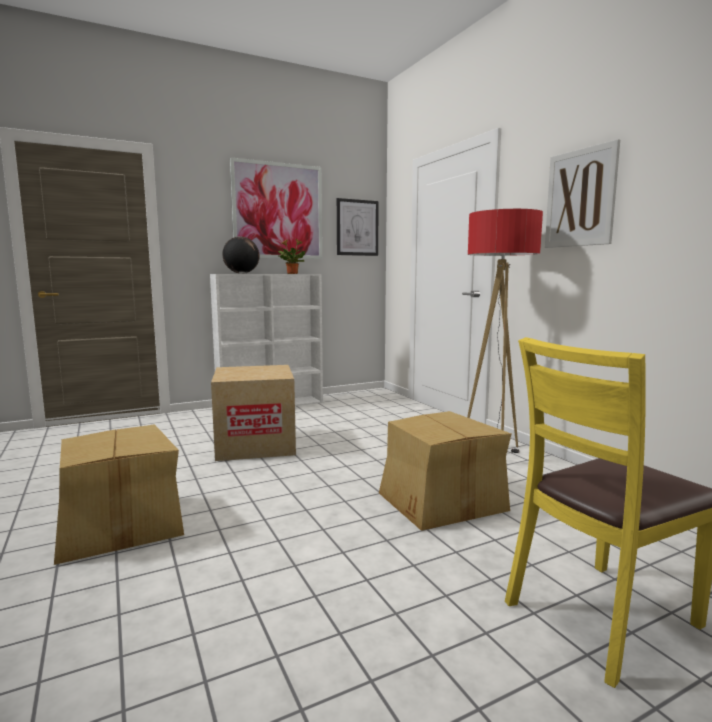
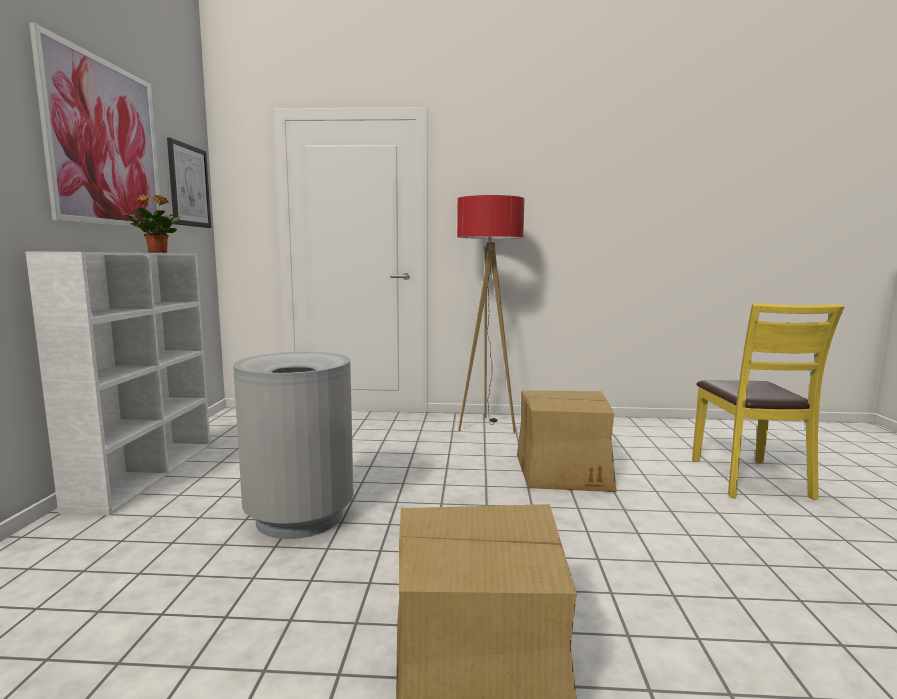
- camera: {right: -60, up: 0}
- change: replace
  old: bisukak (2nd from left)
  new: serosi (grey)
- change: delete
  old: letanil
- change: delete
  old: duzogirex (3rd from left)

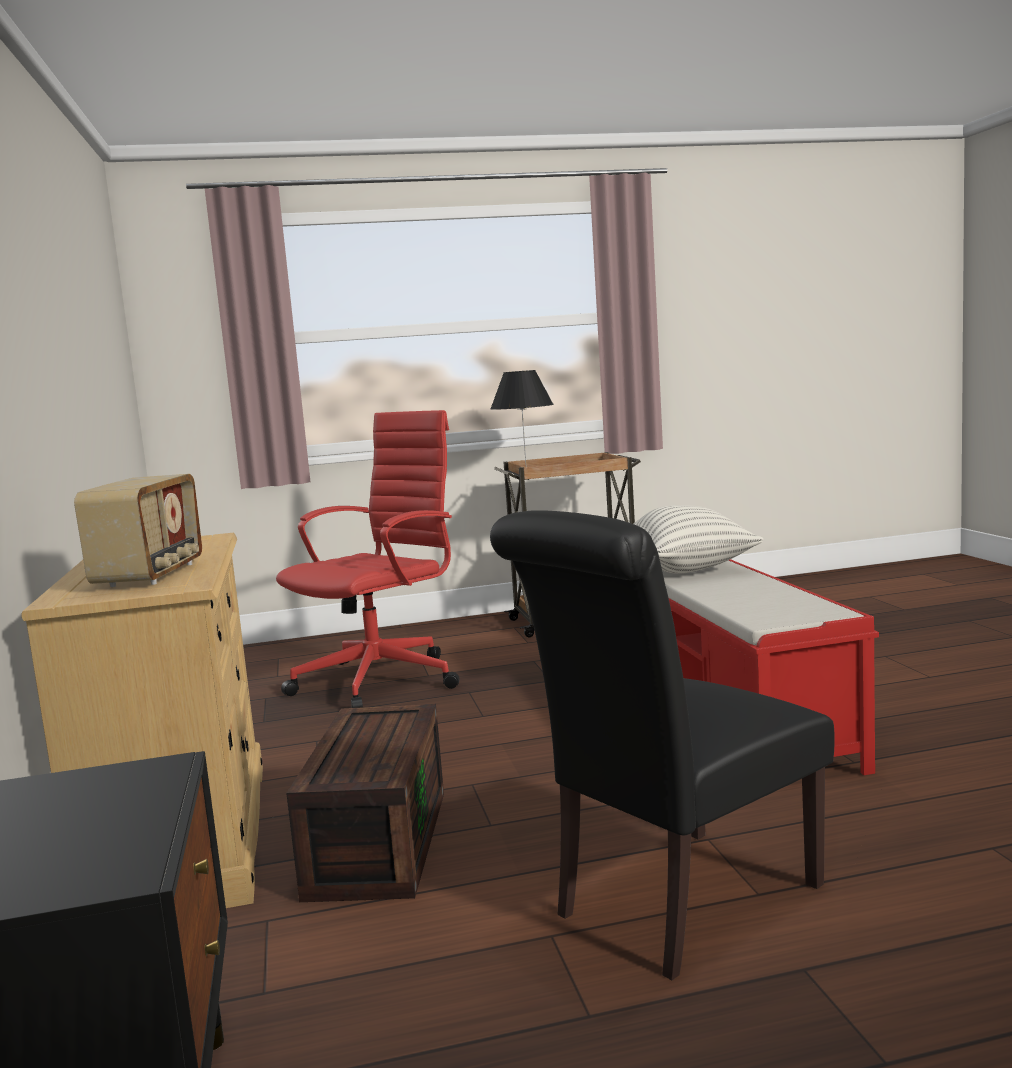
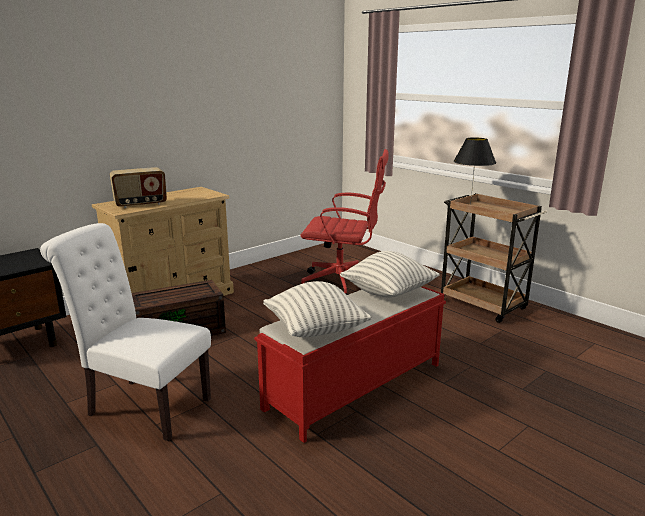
- camera: {right: 60, up: 10}
- change: recolor
  old: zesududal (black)
  new: zesududal (white)
- change: insert
  new: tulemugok (1st from left)

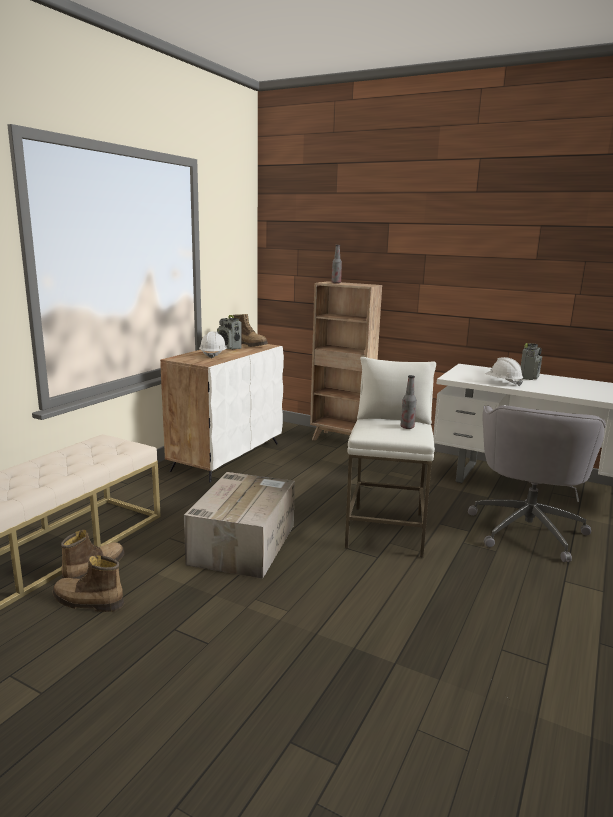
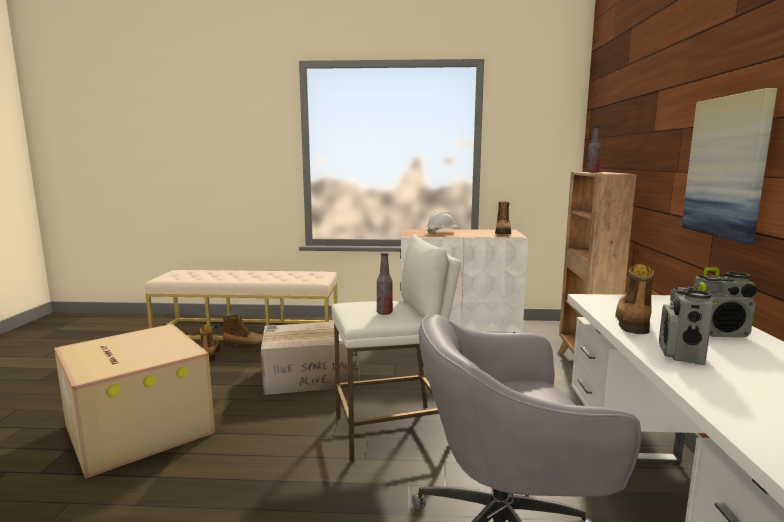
- camera: {right: 65, up: -5}
- change: insert
  new: bisukak (1st from left)
- change: replace
  old: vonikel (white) (2nd from left)
  new: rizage (4th from left)
- change: move
  old: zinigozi (1st from left)
- change: insert
  new: duzogirex

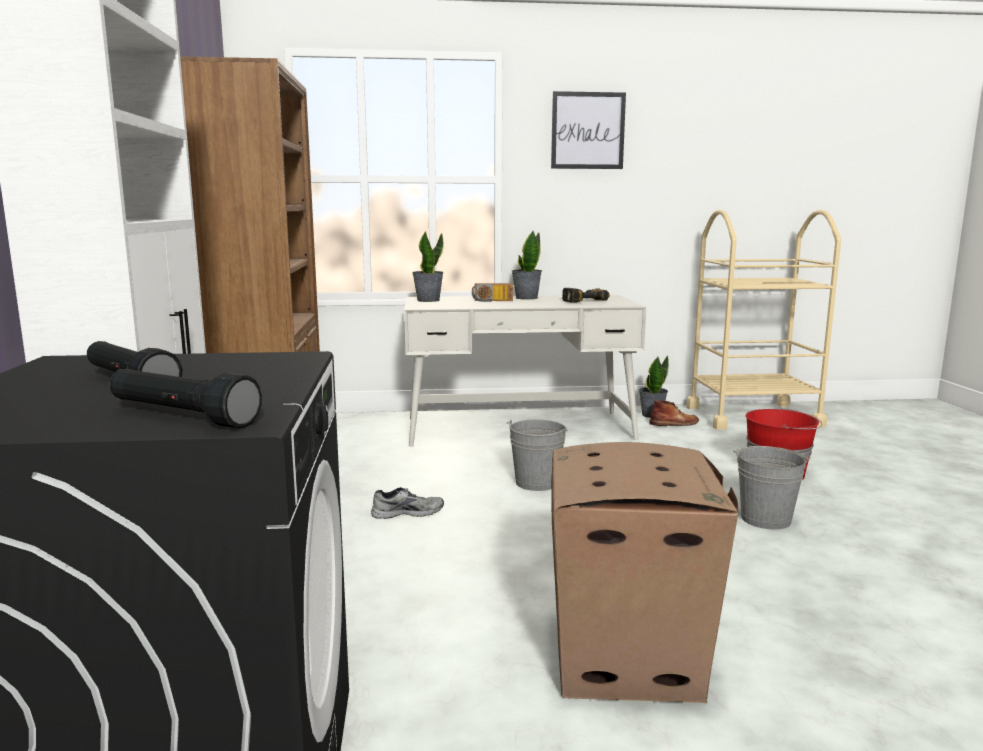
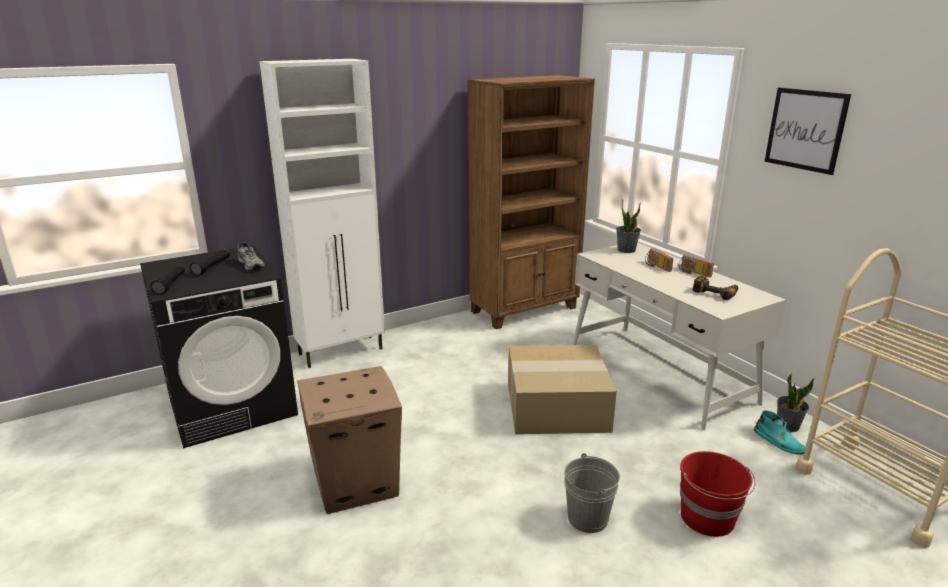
- camera: {right: 65, up: 10}
- change: move
  old: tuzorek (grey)
- change: replace
  old: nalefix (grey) (1st from left)
  new: bisukak (2nd from left)
- change: replace
  old: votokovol (2nd from left)
  new: zinigozi (2nd from left)
- change: recolor
  old: rizage (brown)
  new: rizage (turquoise)

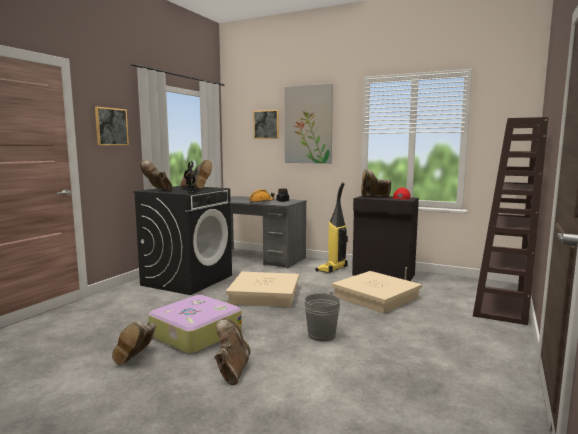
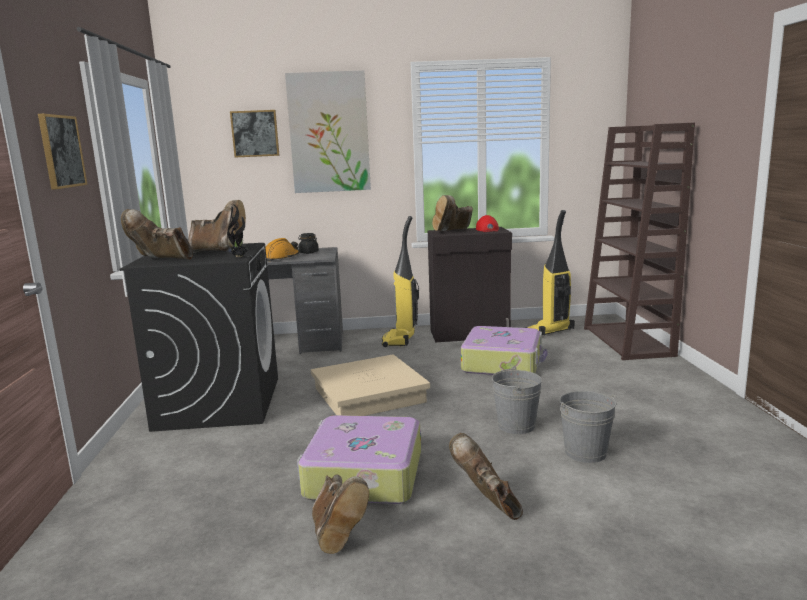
- camera: {right: -30, up: 5}
- change: replace
  old: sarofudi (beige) (2nd from left)
  new: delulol (2nd from left)
- change: insert
  new: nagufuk (2nd from left)
- change: insert
  new: nalefix (grey) (2nd from left)

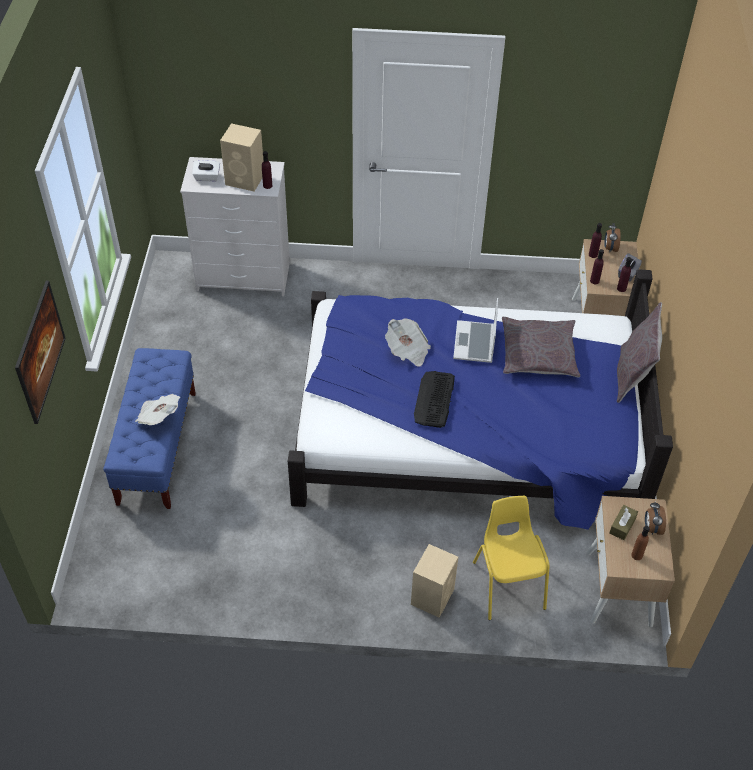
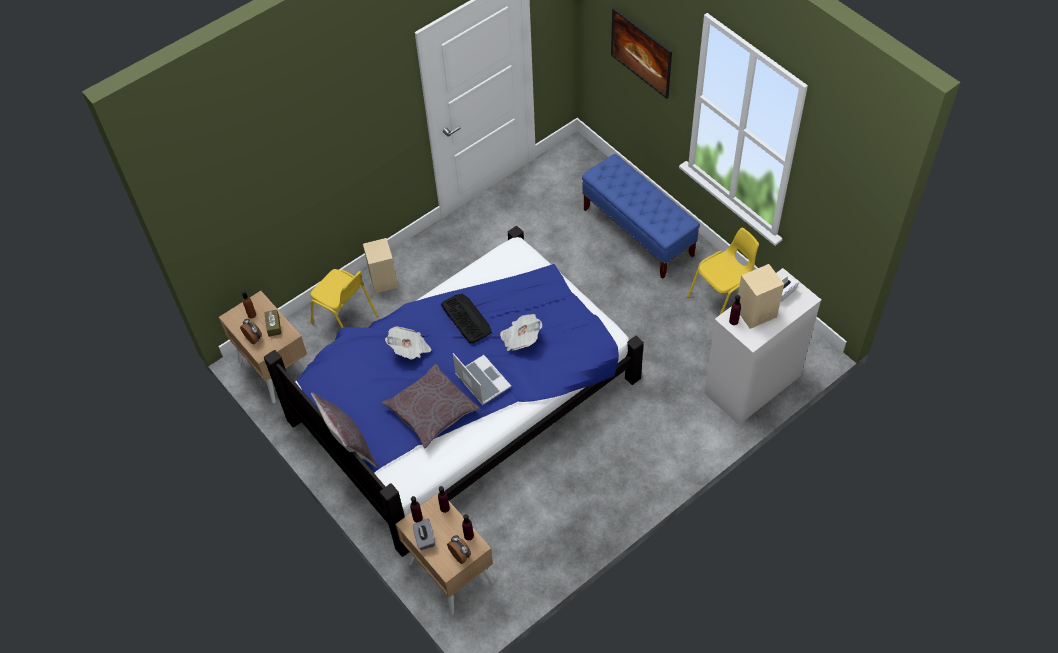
- camera: {right: 140, up: 5}
- change: move
  old: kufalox (1st from left)
- change: insert
  new: zesududal (yellow) (2nd from left)

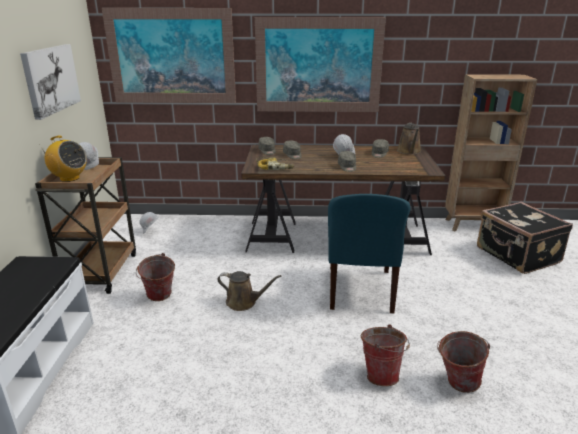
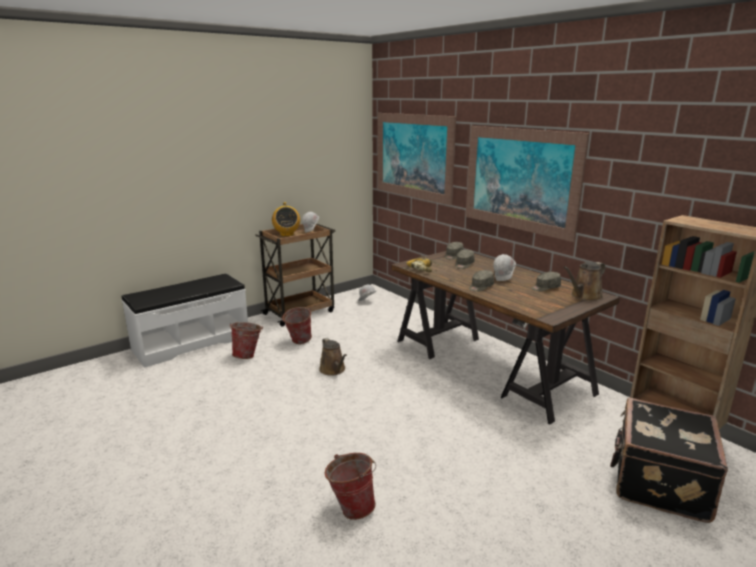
- camera: {right: 50, up: -5}
- change: move
  old: nalefix (2nd from left in the first image)
  new: nalefix (1st from left)
- change: delete
  old: duzogirex (1st from left)
- change: delete
  old: zesududal (blue)

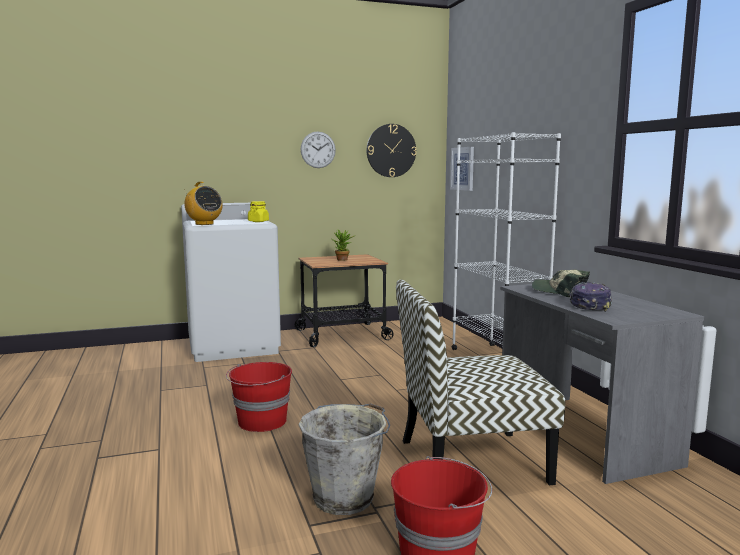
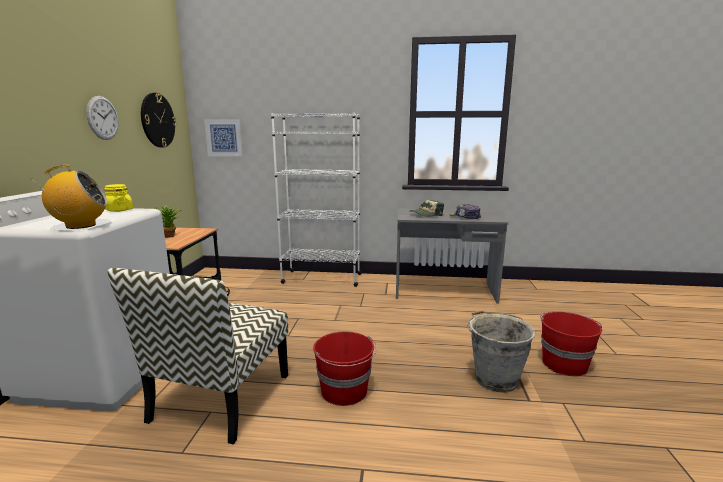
- camera: {right: -65, up: 5}
- change: move
  old: zesududal

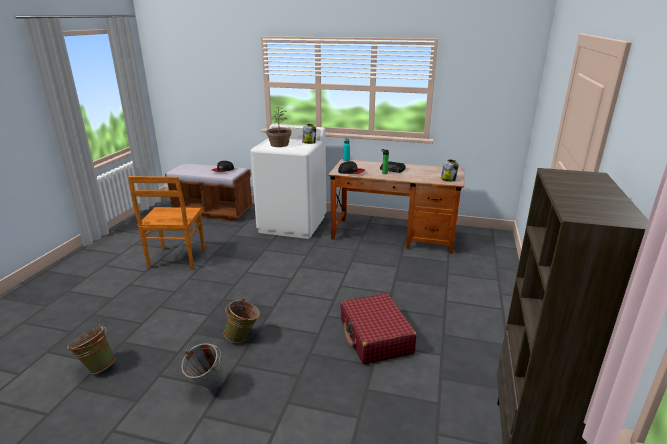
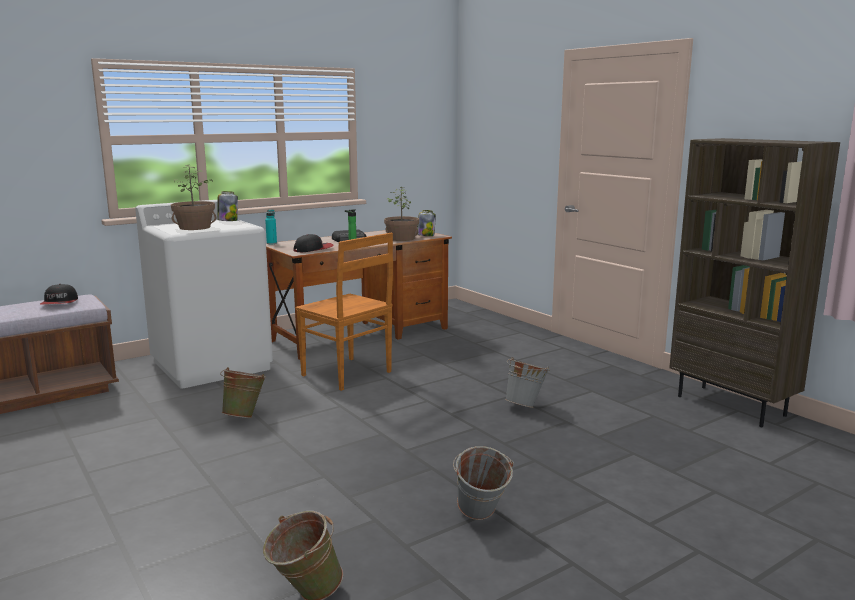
- camera: {right: -50, up: -10}
- change: move
  old: nalefix (green) (2nd from left in the first image)
  new: nalefix (green) (1st from left)
- change: move
  old: zesududal (brown)
- change: insert
  new: votokovol (2nd from left)
- change: replace
  old: delulol (red)
  new: nalefix (grey) (2nd from left)

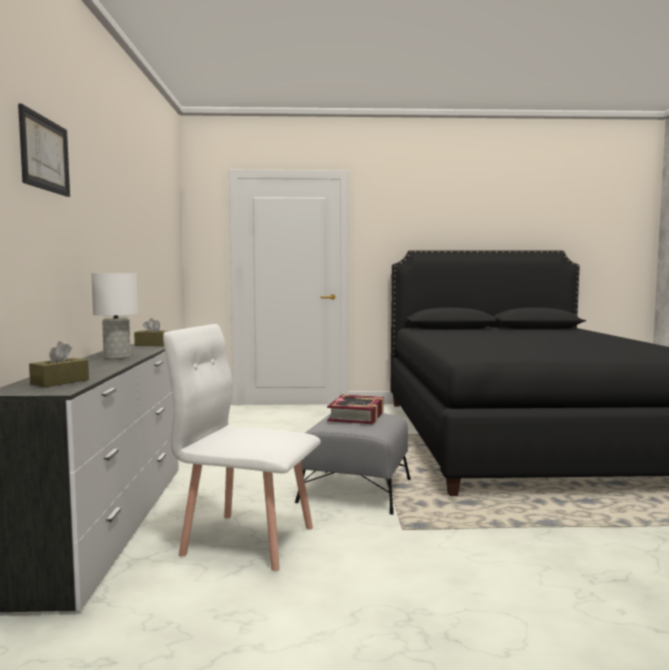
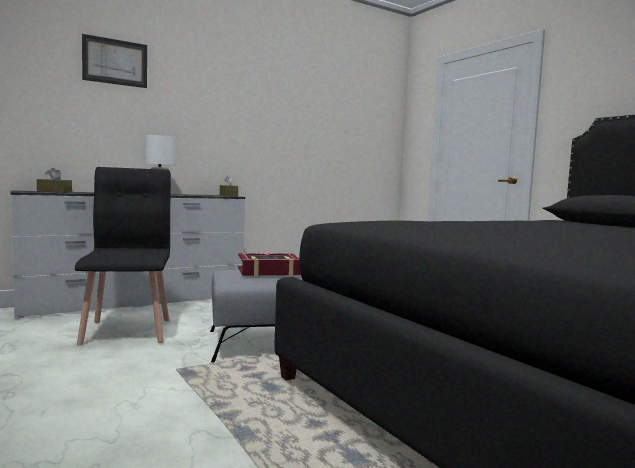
- camera: {right: 60, up: 0}
- change: recolor
  old: zesududal (white)
  new: zesududal (black)

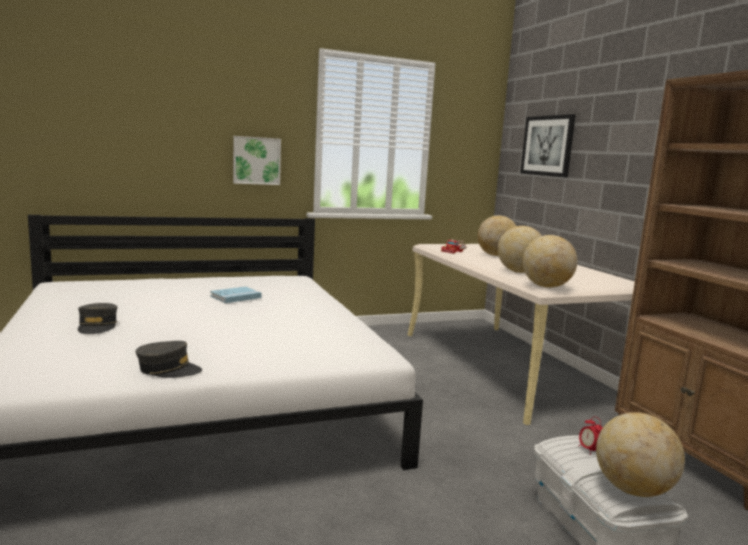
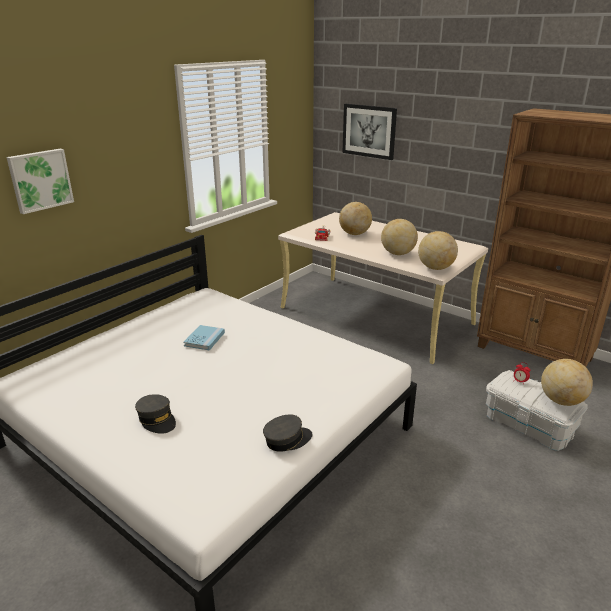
- camera: {right: -30, up: 15}
- change: move
  old: duzogirex (1st from left)

